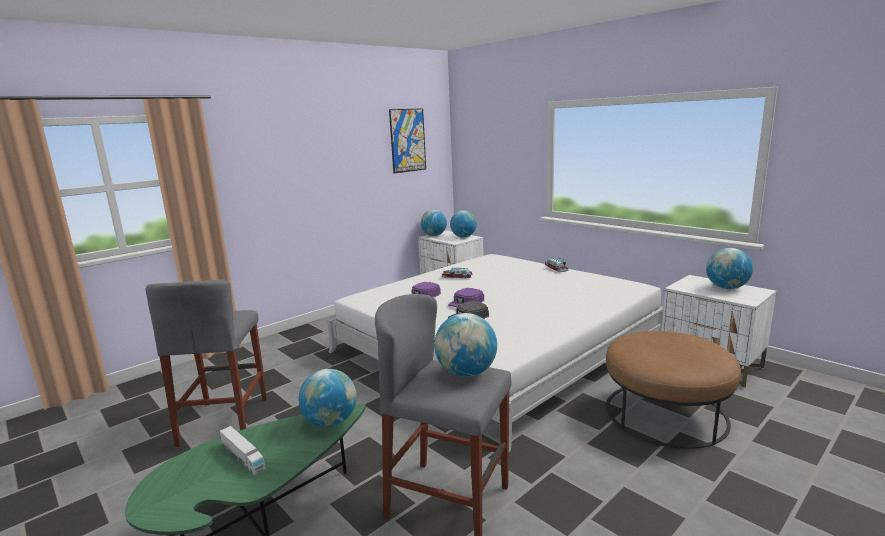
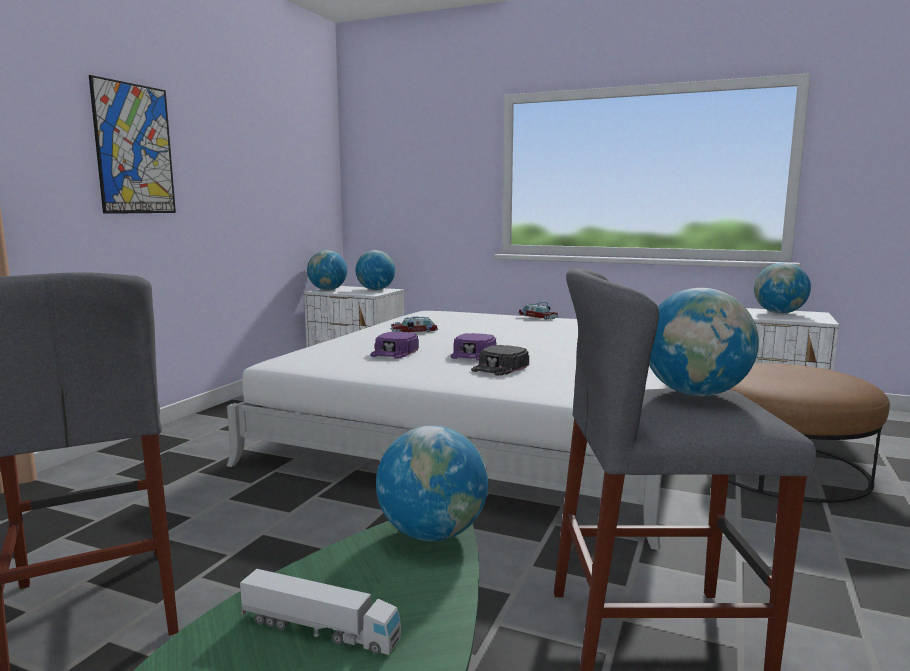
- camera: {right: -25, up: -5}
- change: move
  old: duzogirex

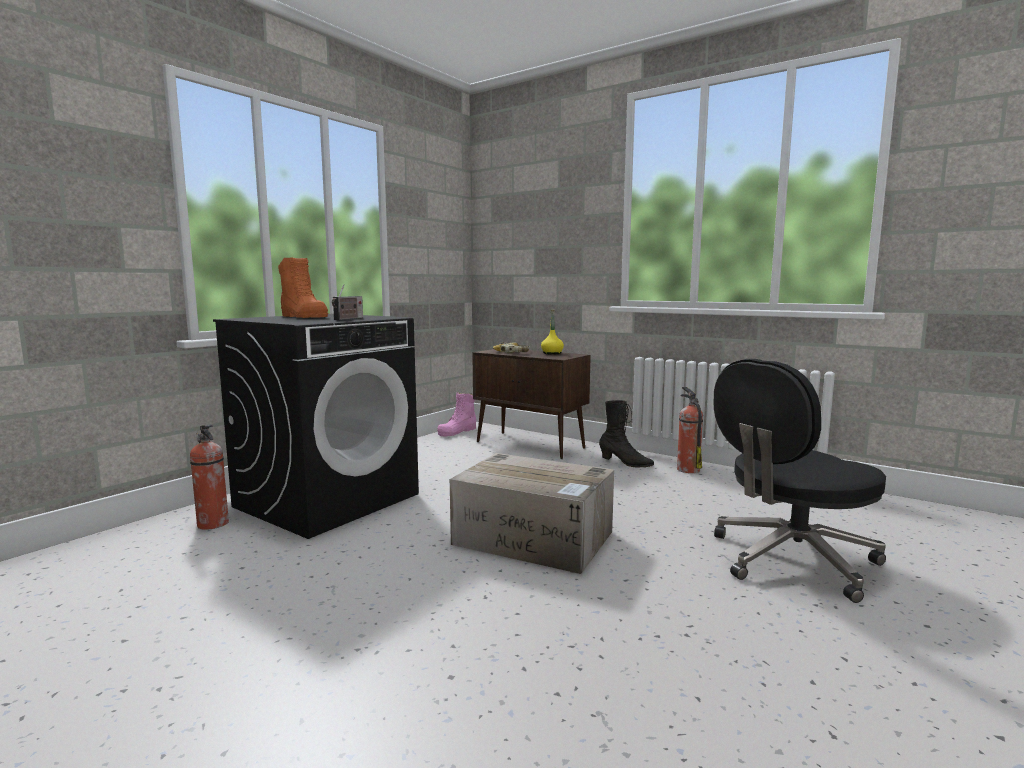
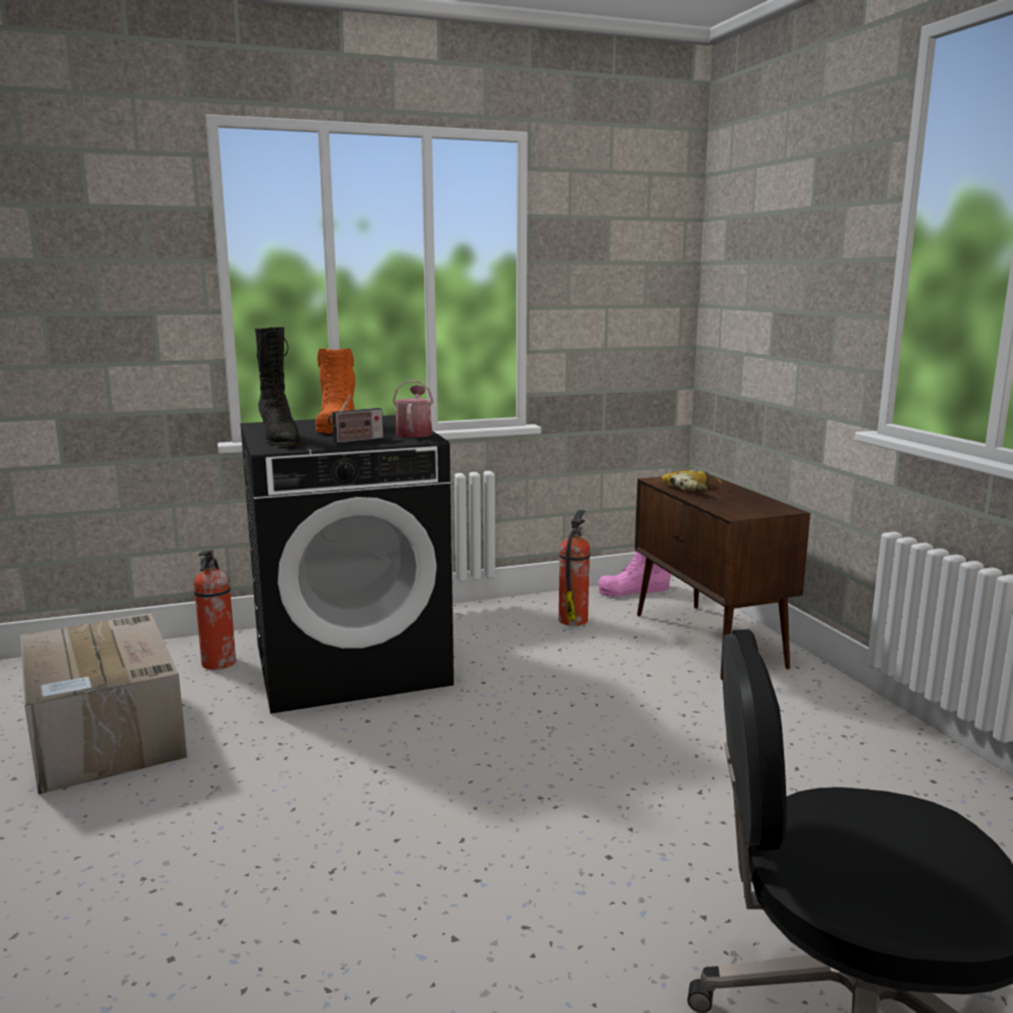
- camera: {right: 35, up: 5}
- change: move
  old: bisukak
- change: move
  old: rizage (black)
- change: insert
  new: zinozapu
- change: move
  old: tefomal (2nd from left)
- change: delete
  old: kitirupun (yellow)

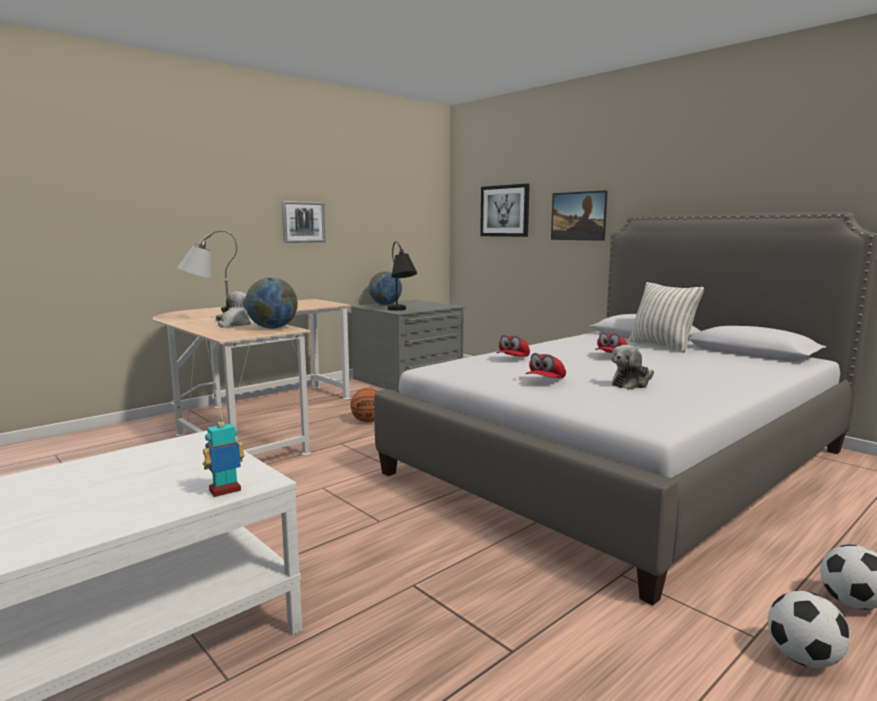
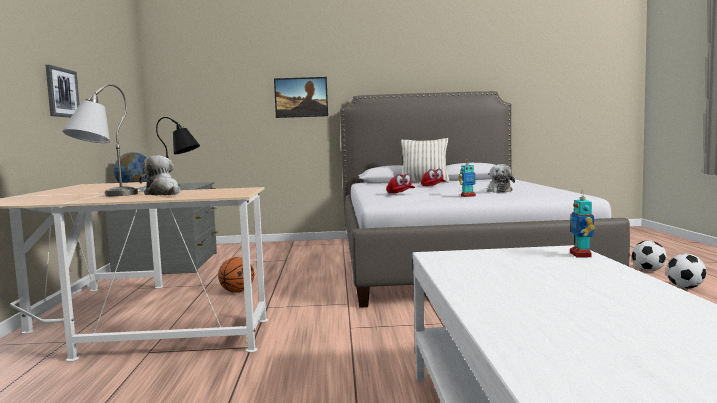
- camera: {right: -50, up: -5}
- change: replace
  old: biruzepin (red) (2nd from left)
  new: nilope (1st from left)
- change: delete
  old: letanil (1st from left)
- change: delete
  old: duzogirex (2nd from left)

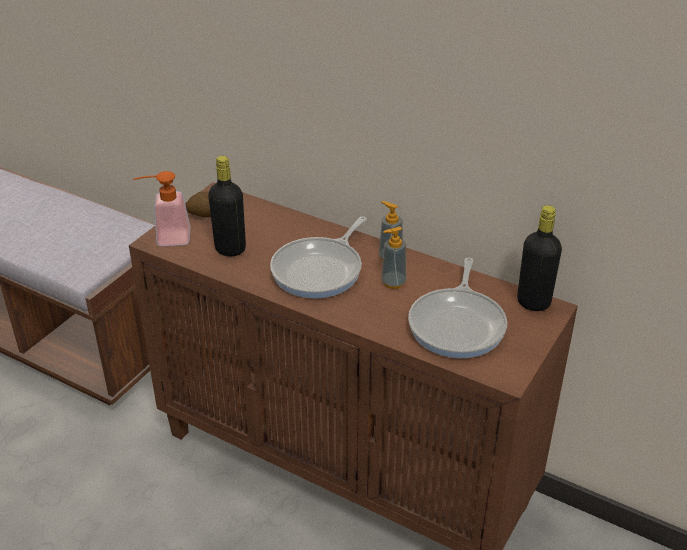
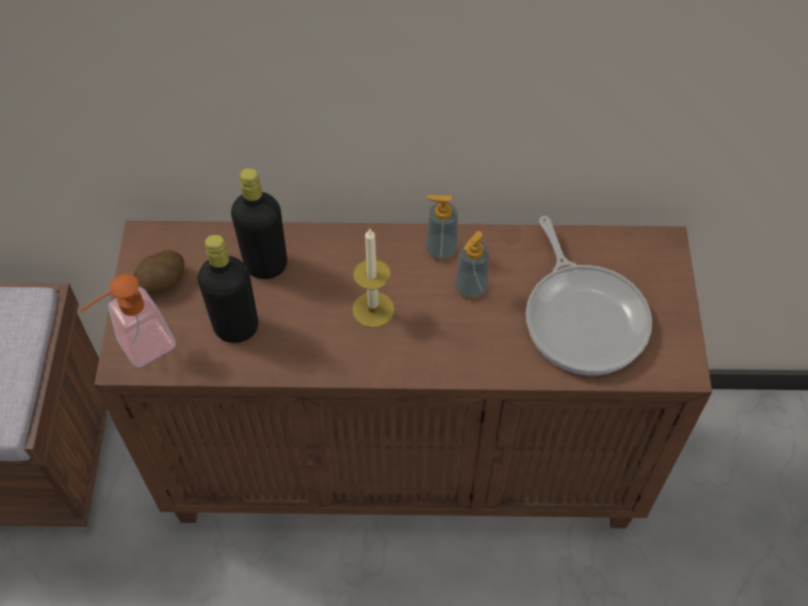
- camera: {right: -30, up: 20}
- change: move
  old: kitirupun (black) (2nd from left)
- change: replace
  old: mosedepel (1st from left)
  new: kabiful

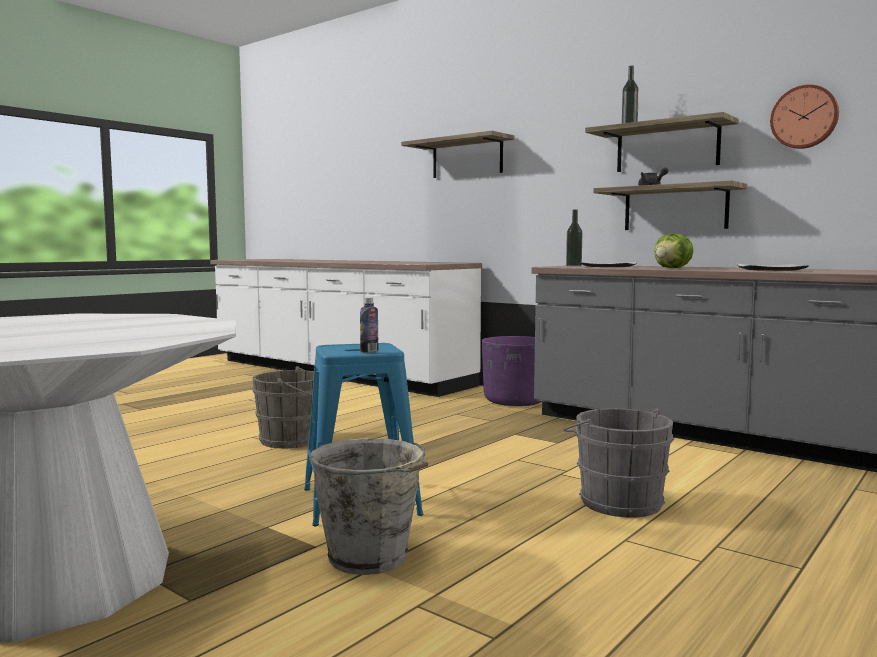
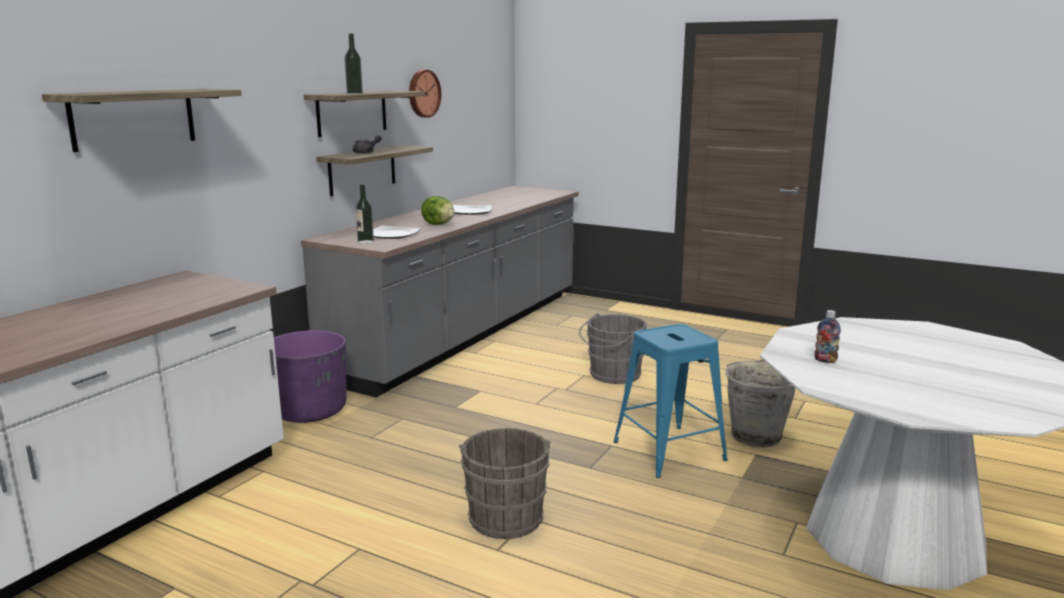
- camera: {right: -100, up: 10}
- change: move
  old: kitirupun (1st from left in the first image)
  new: kitirupun (3rd from left)

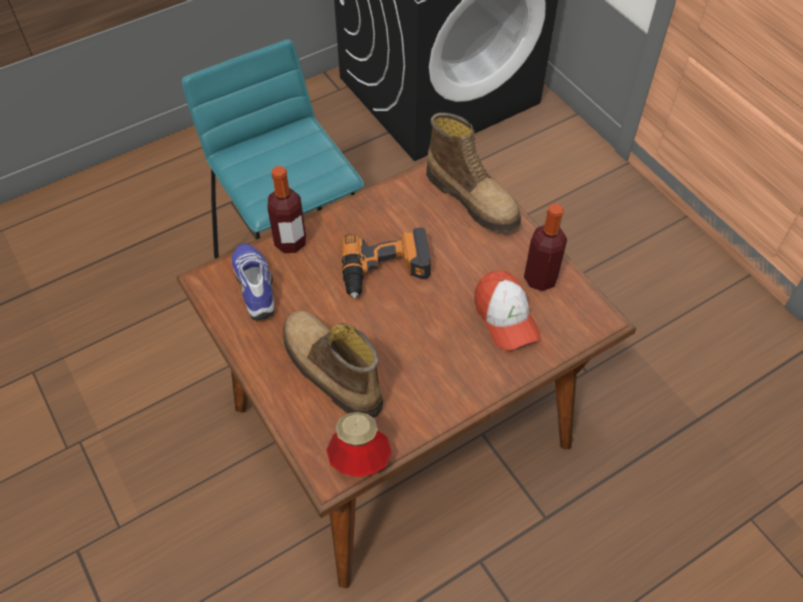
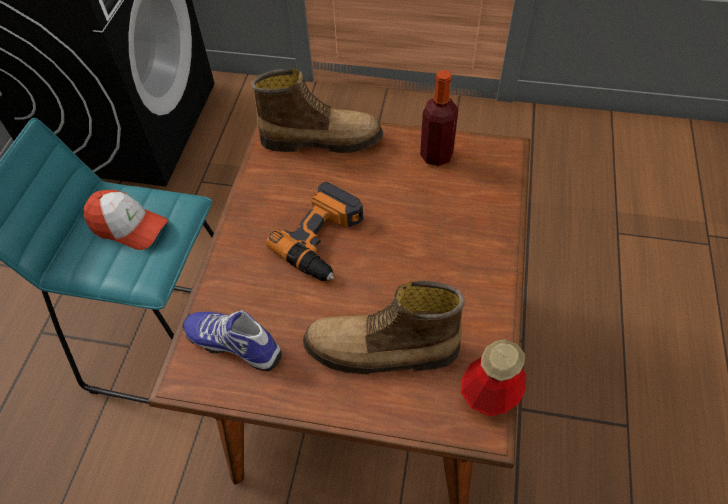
- camera: {right: -45, up: 0}
- change: move
  old: biruzepin
- change: delete
  old: kitirupun (1st from left)

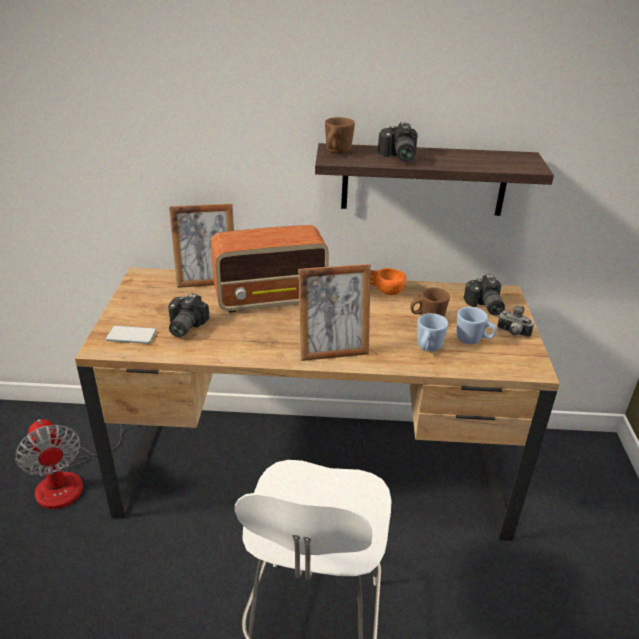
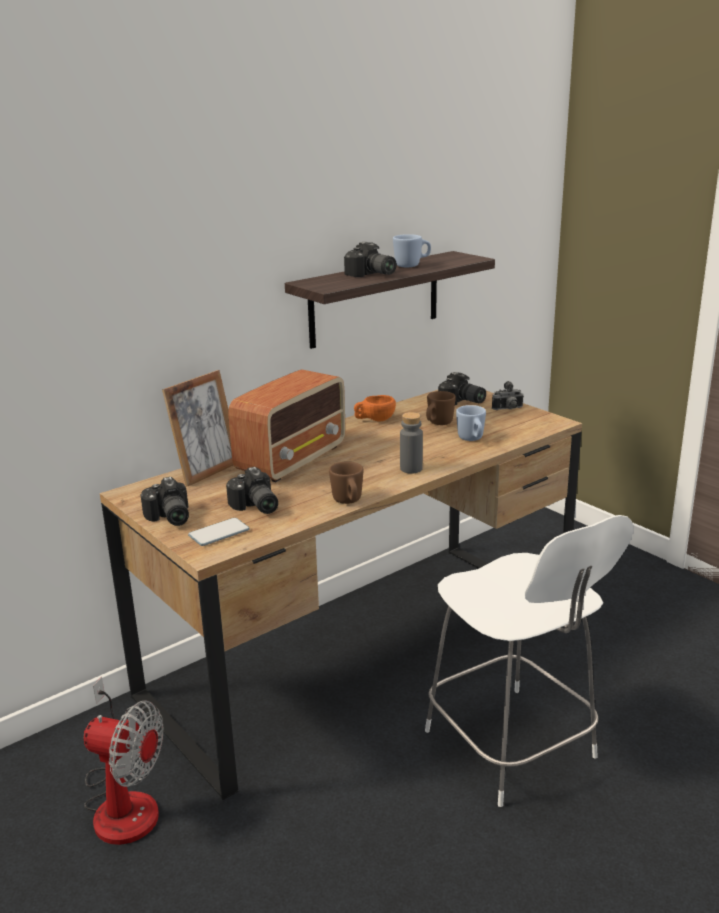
- camera: {right: -40, up: -10}
- change: insert
  new: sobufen (1st from left)
- change: move
  old: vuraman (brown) (1st from left)
- change: move
  old: vuraman (blue) (2nd from left in the first image)
  new: vuraman (blue) (1st from left)
- change: replace
  old: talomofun (2nd from left)
  new: kitirupun (grey)

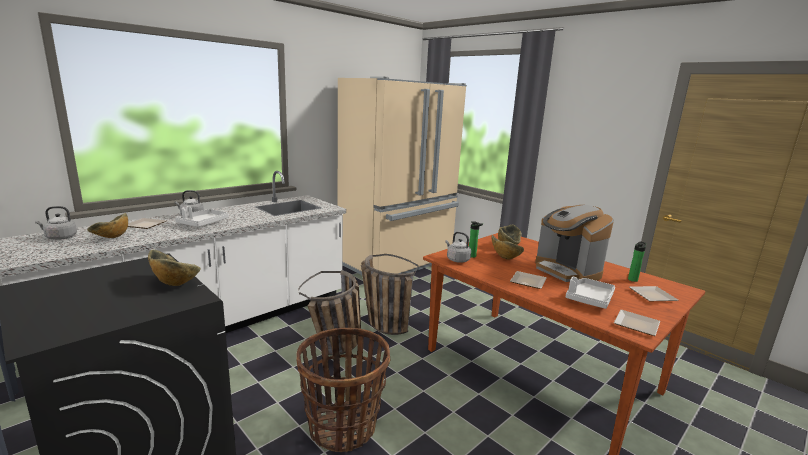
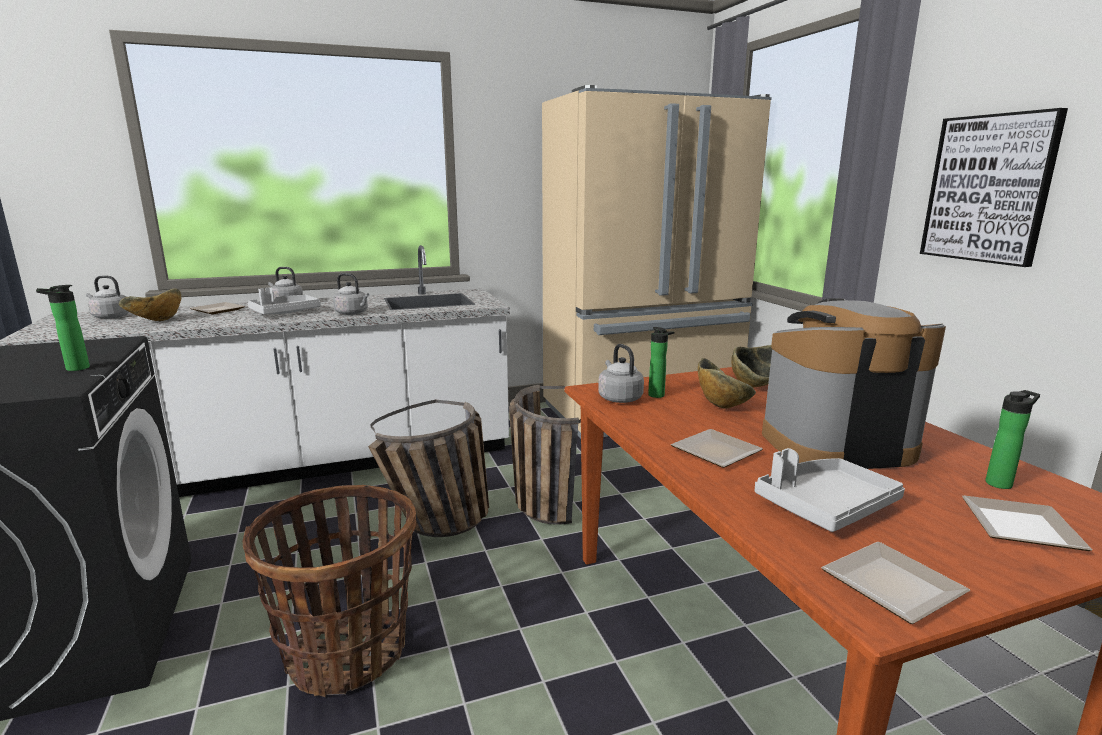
- camera: {right: 25, up: 0}
- change: replace
  old: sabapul (2nd from left)
  new: kitirupun (1st from left)
- change: insert
  new: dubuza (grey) (3rd from left)
- change: rotate
  old: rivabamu
  degrees: 90
- change: insert
  new: duzogirex

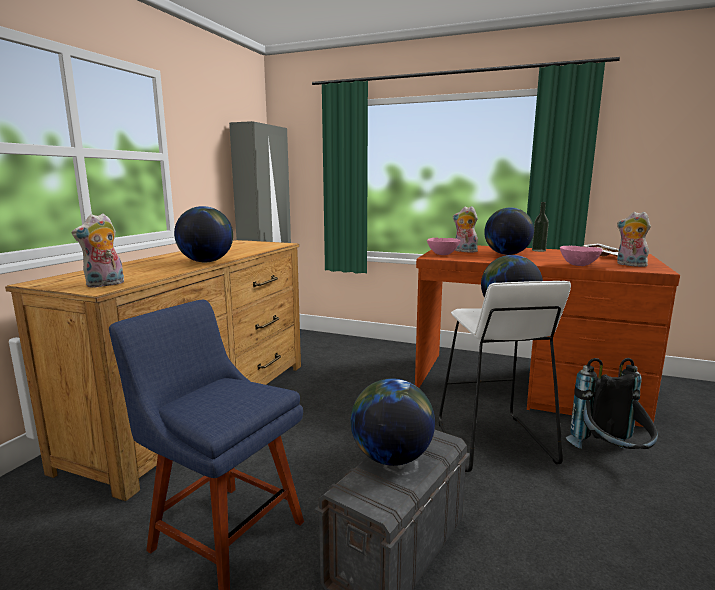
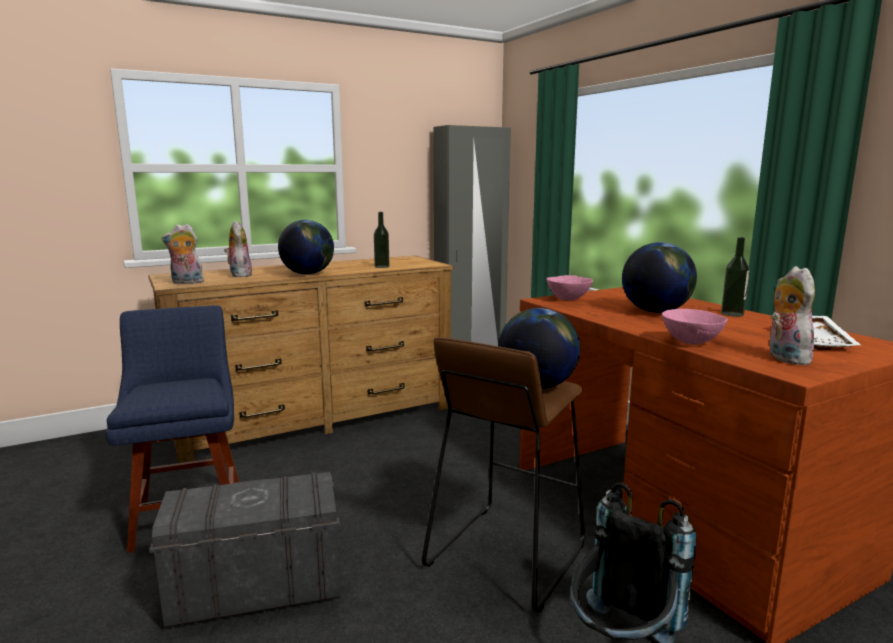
- camera: {right: 40, up: 0}
- change: move
  old: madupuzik (2nd from left)
- change: insert
  new: kitirupun (1st from left)
- change: recolor
  old: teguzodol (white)
  new: teguzodol (brown)
- change: delete
  old: letanil (2nd from left)

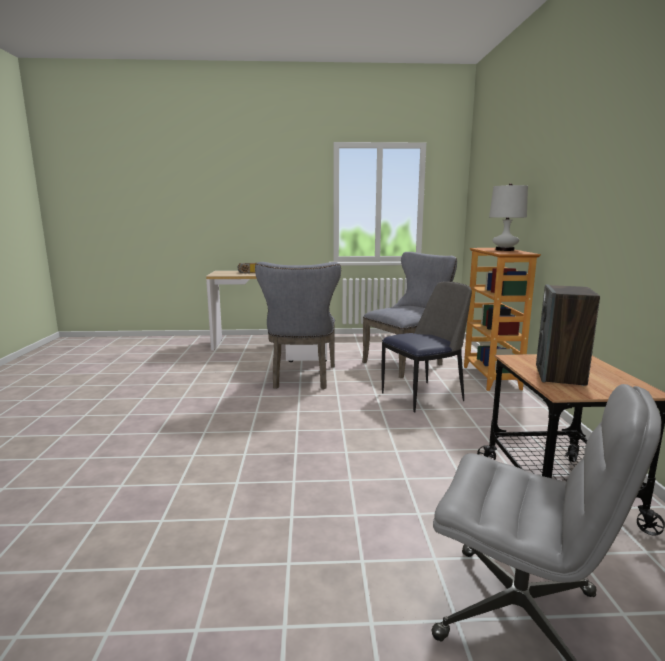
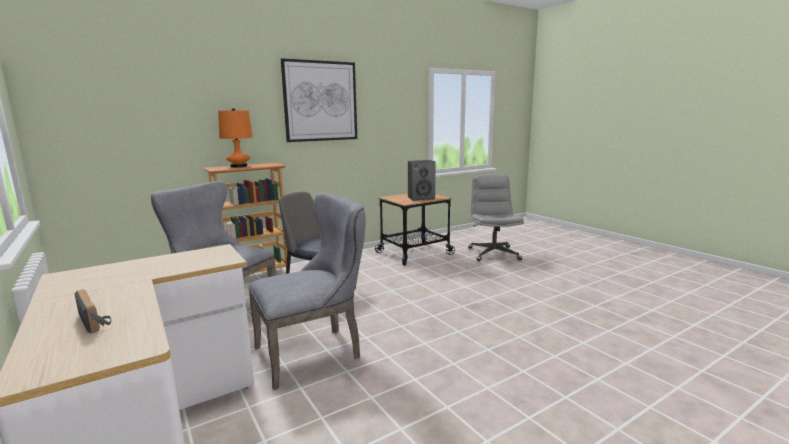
- camera: {right: -120, up: 0}
- change: recolor
  old: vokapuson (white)
  new: vokapuson (orange)
- change: insert
  new: duzogirex

